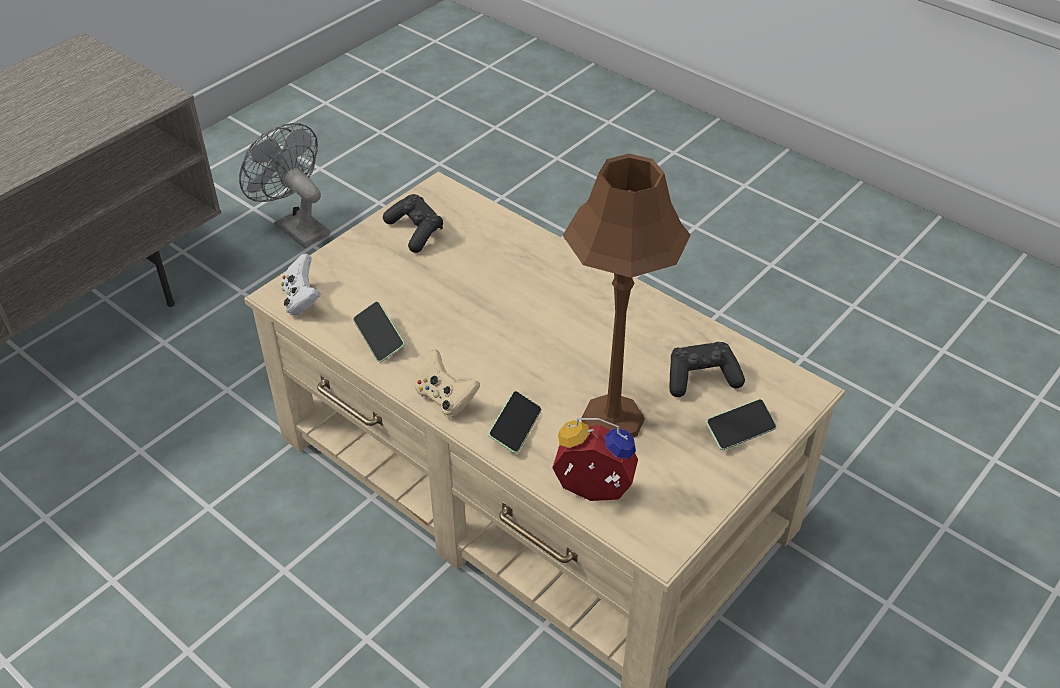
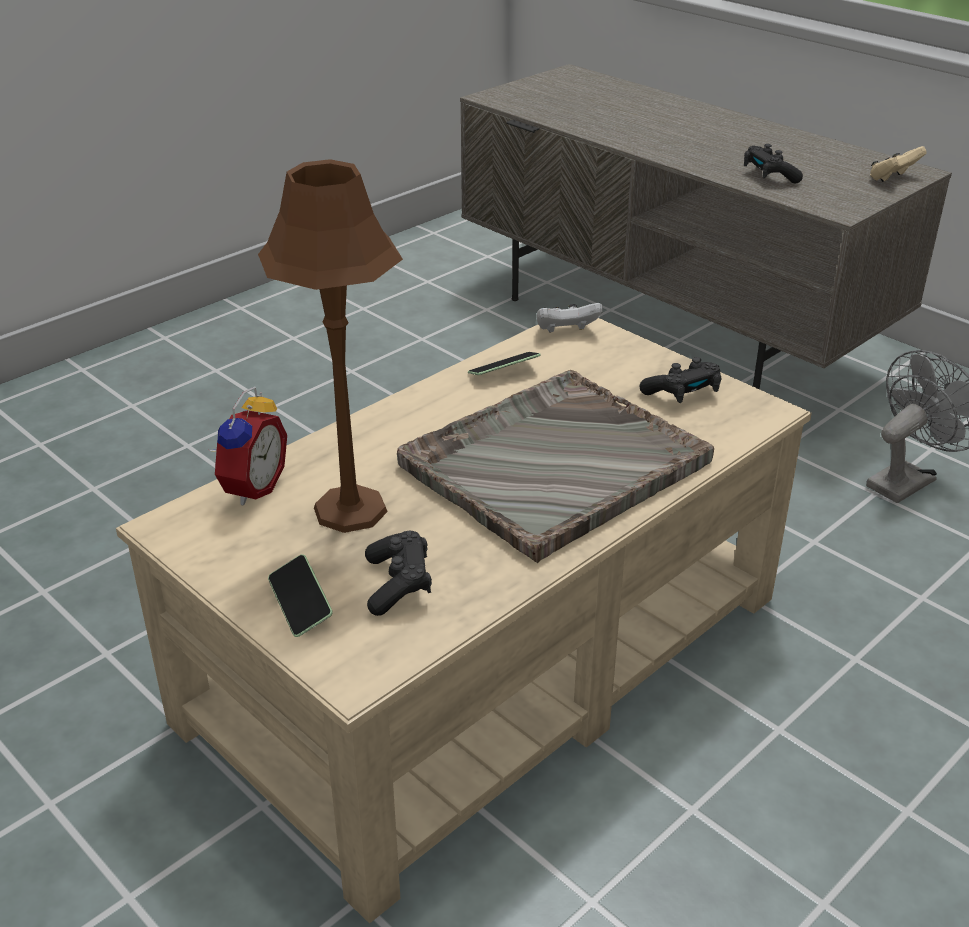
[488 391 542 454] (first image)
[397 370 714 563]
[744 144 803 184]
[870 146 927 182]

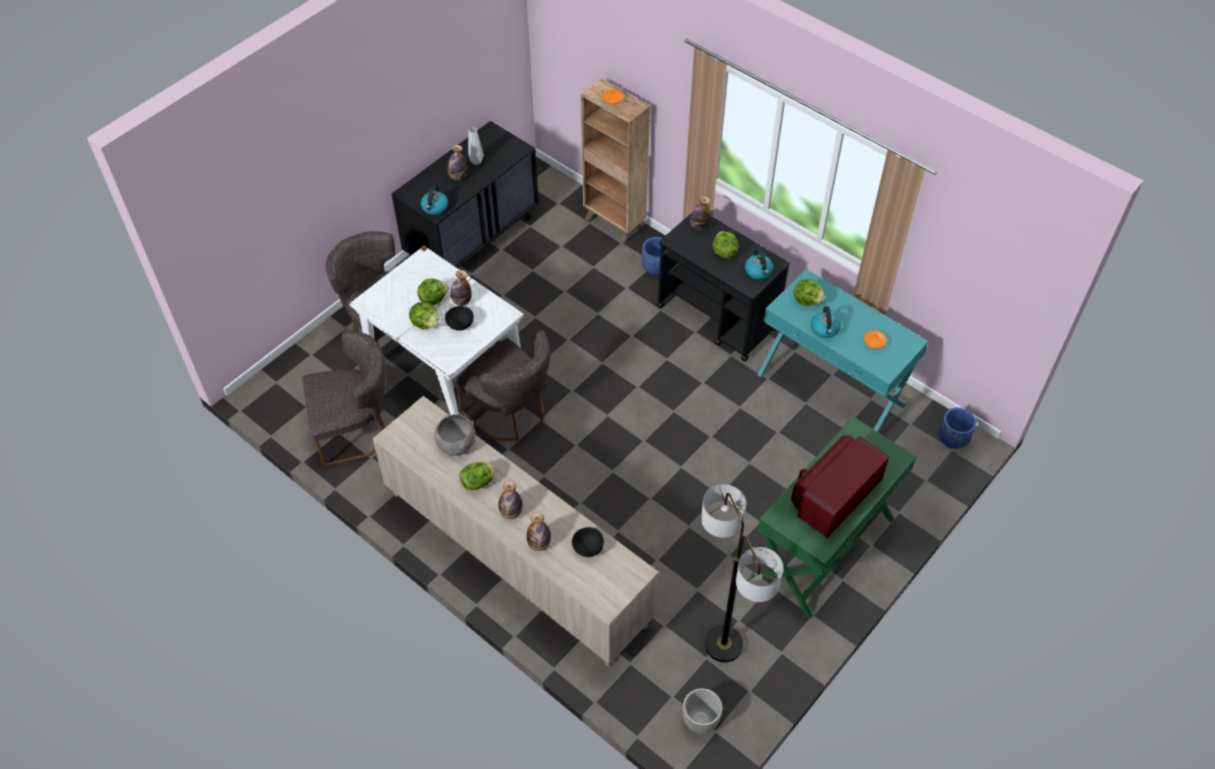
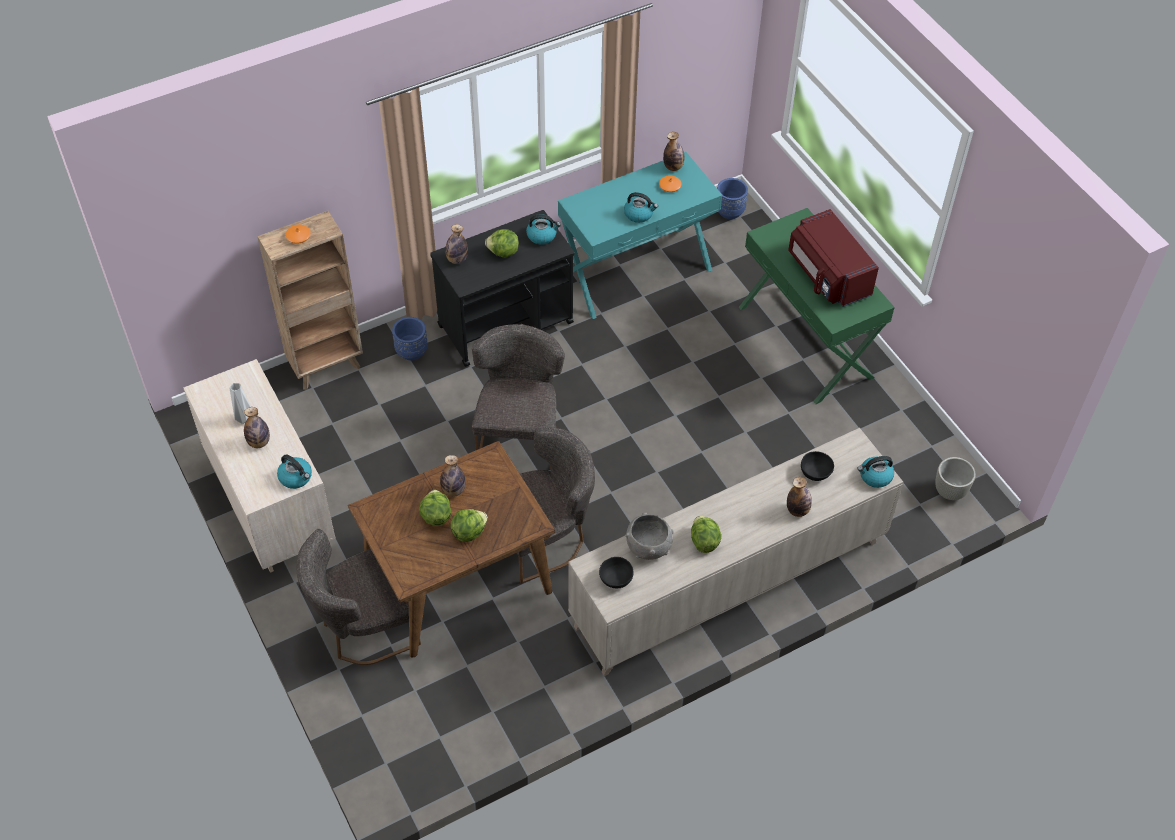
[701 484 784 662] (first image)
[793 279 825 306] (first image)
[857 456 894 488]
[472 324 565 470]
[599 557 634 588]
[663 132 684 171]
[348 441 555 658]
[184 359 335 573]

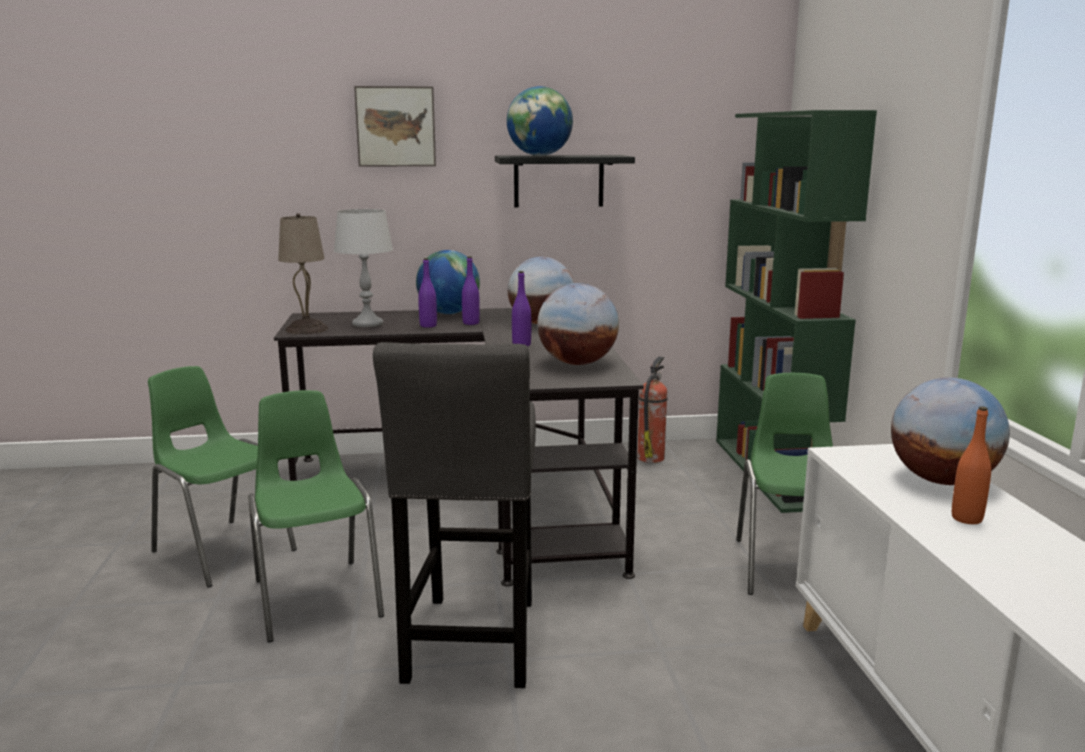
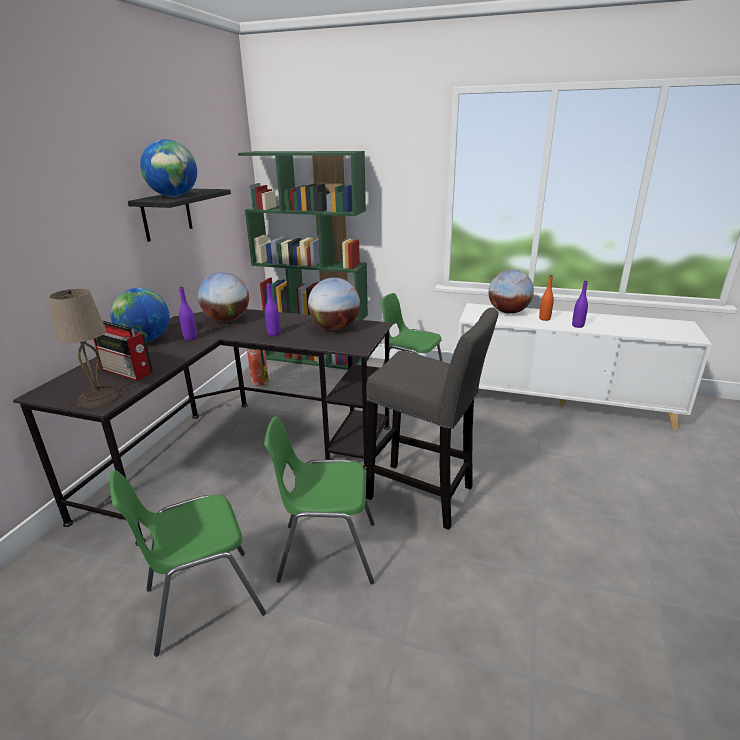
[354 86 436 167] (first image)
[572 281 588 328]
[94 321 153 381]

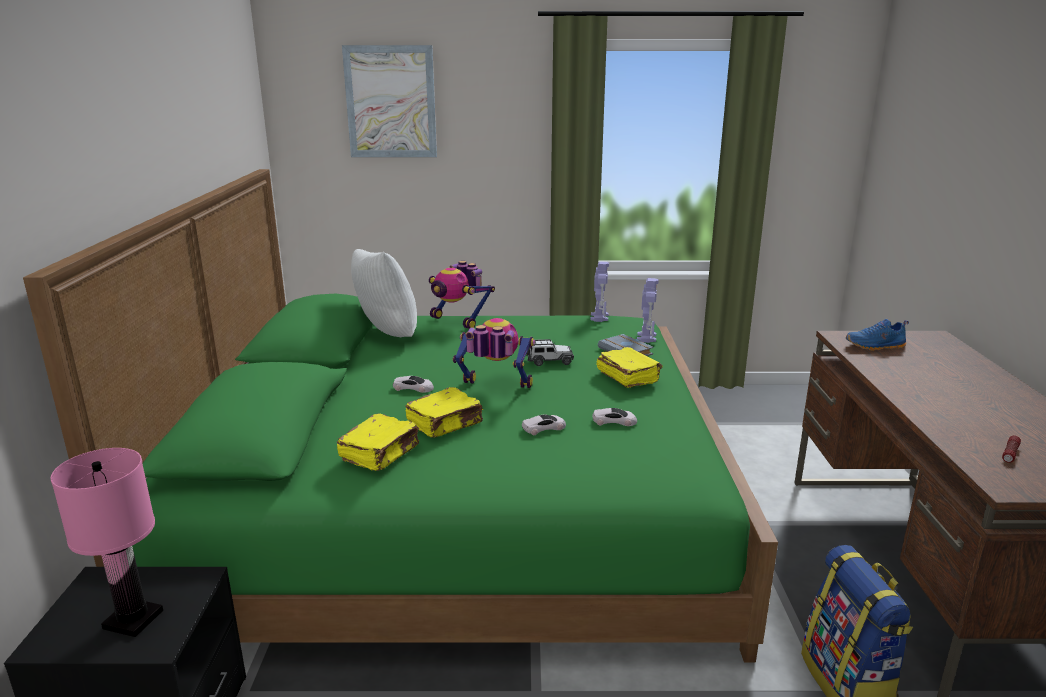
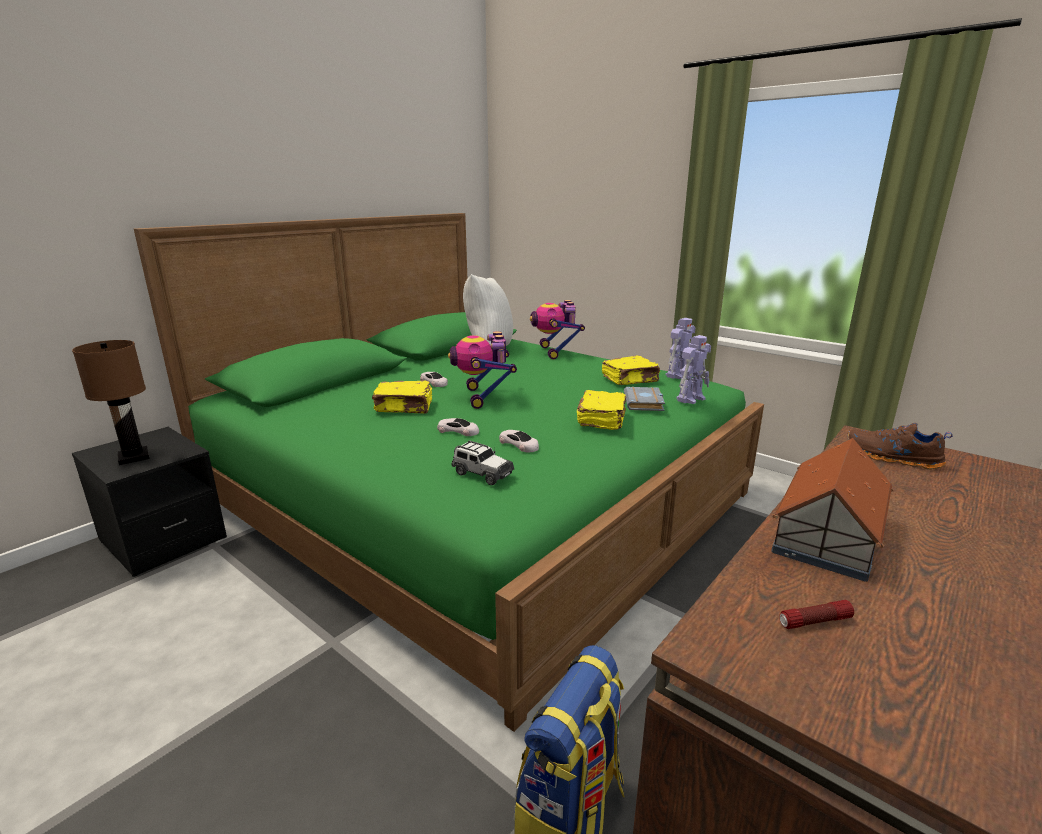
[342 45 437 157] (first image)
[771 438 894 582]
[602 355 660 385]
[451 440 514 485]
[72 340 150 465]
[847 423 953 470]
[448 331 517 409]

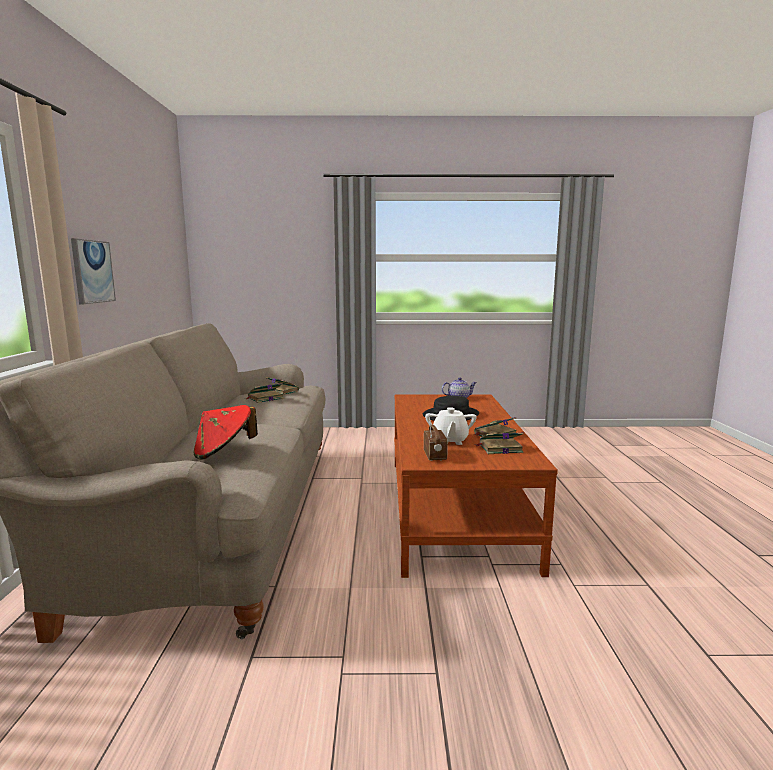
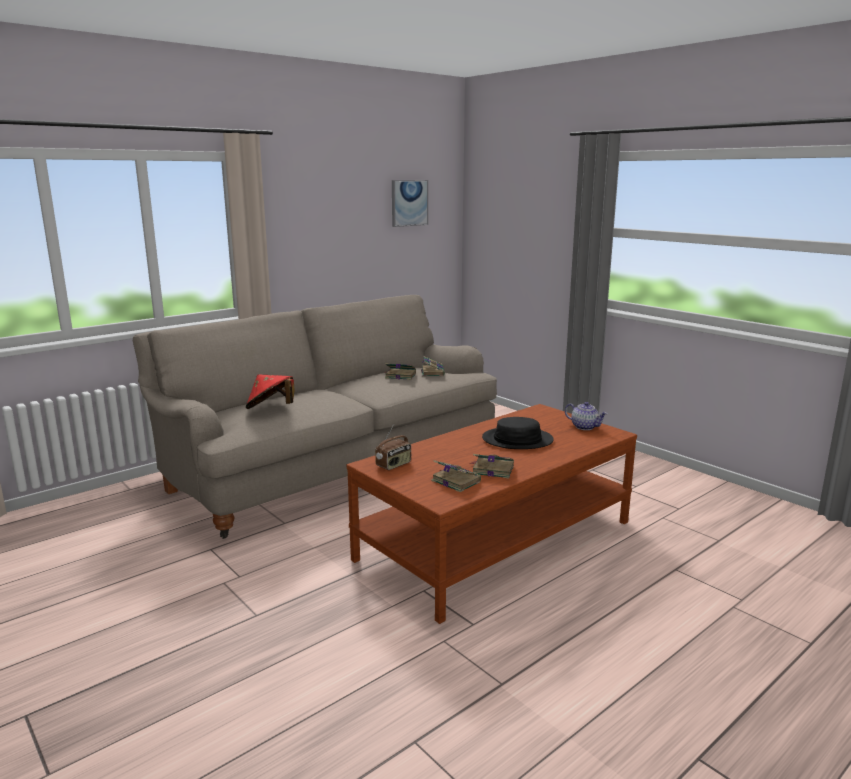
[425 407 477 445] (first image)
[392 180 428 227]

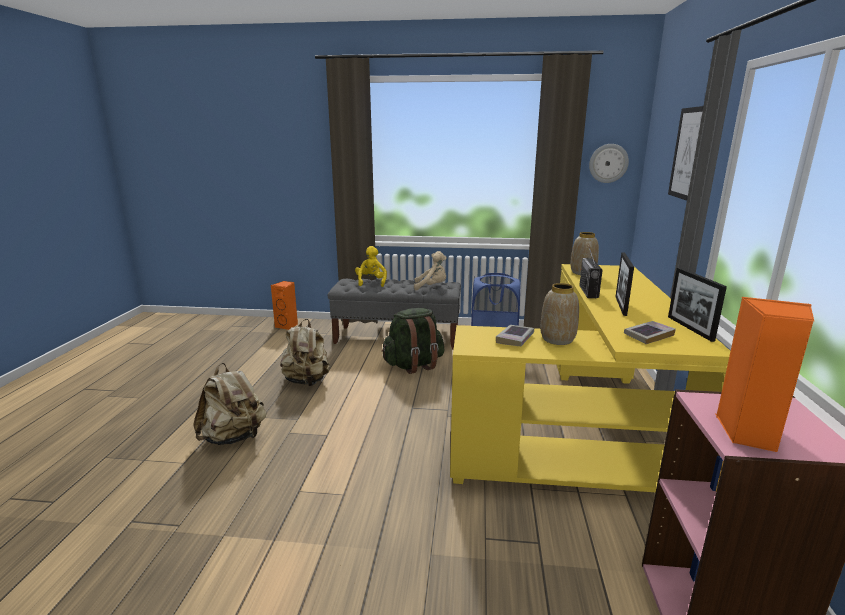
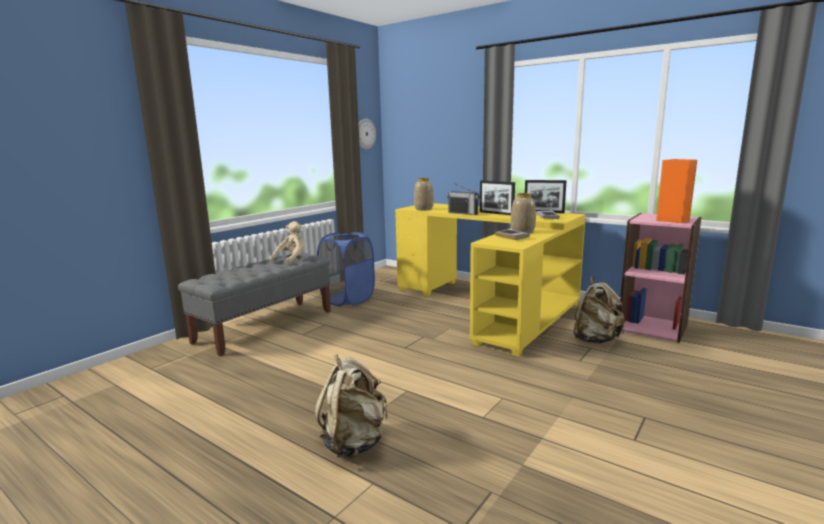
[271 281 298 330] (first image)
[355 246 387 287] (first image)
[382 308 445 374] (first image)
[668 106 703 201] (first image)
[574 276 625 344]

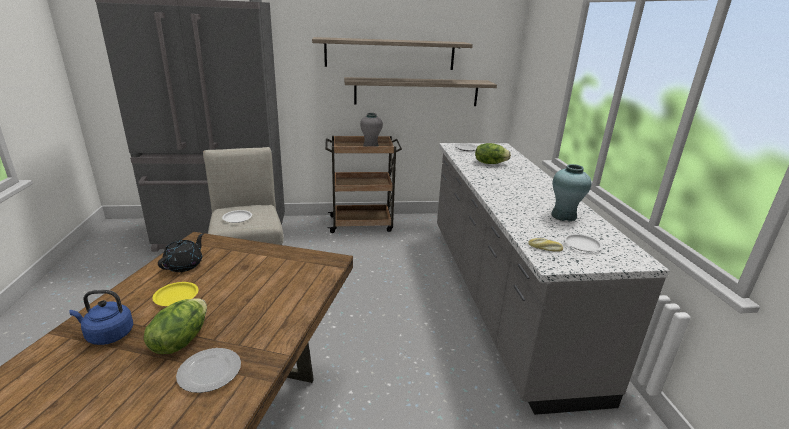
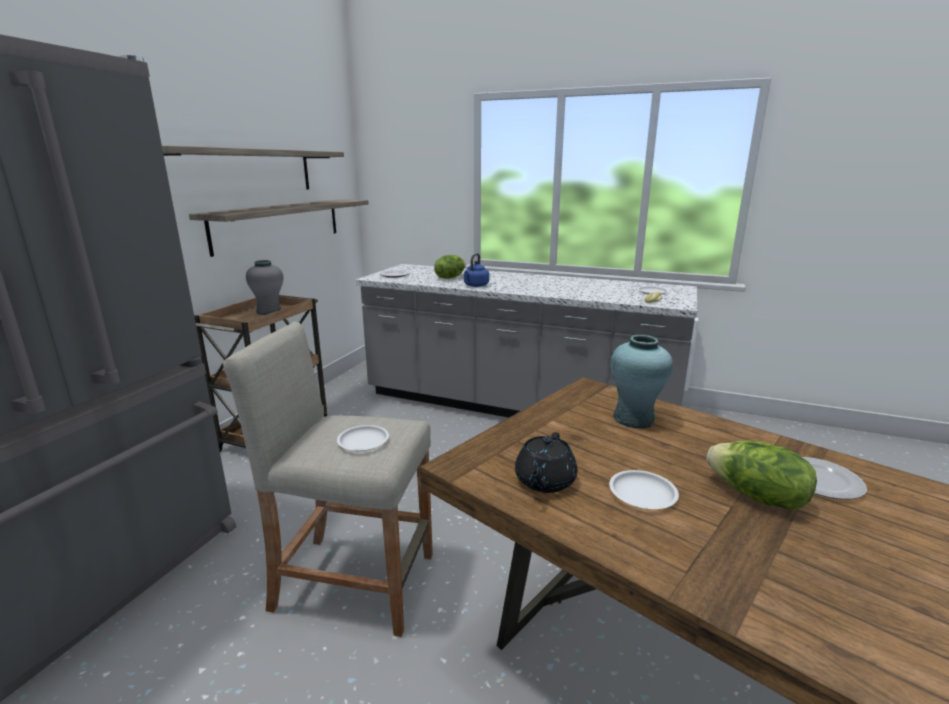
[464 253 489 287]
[610 335 673 428]
[609 470 679 509]
[515 432 577 493]

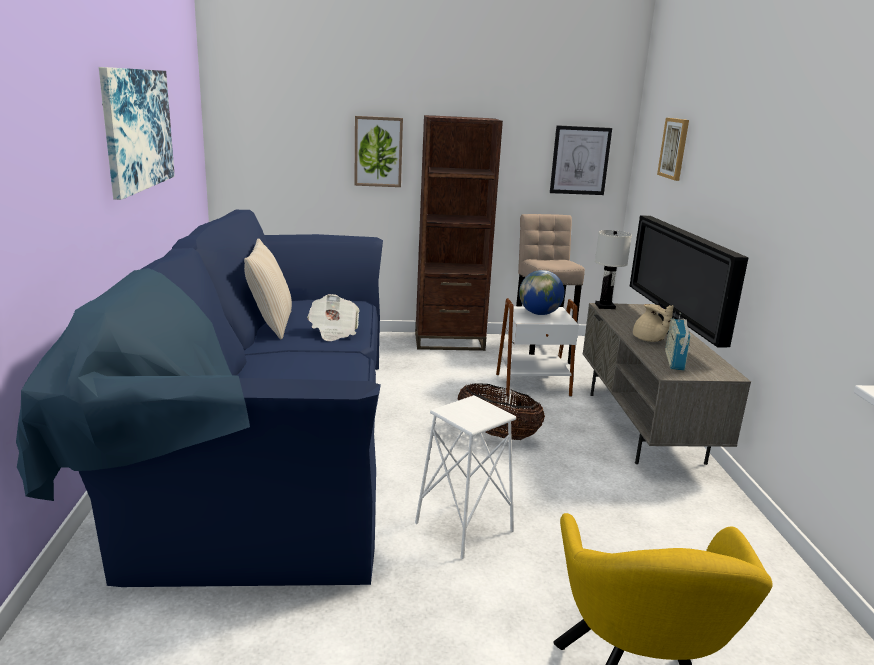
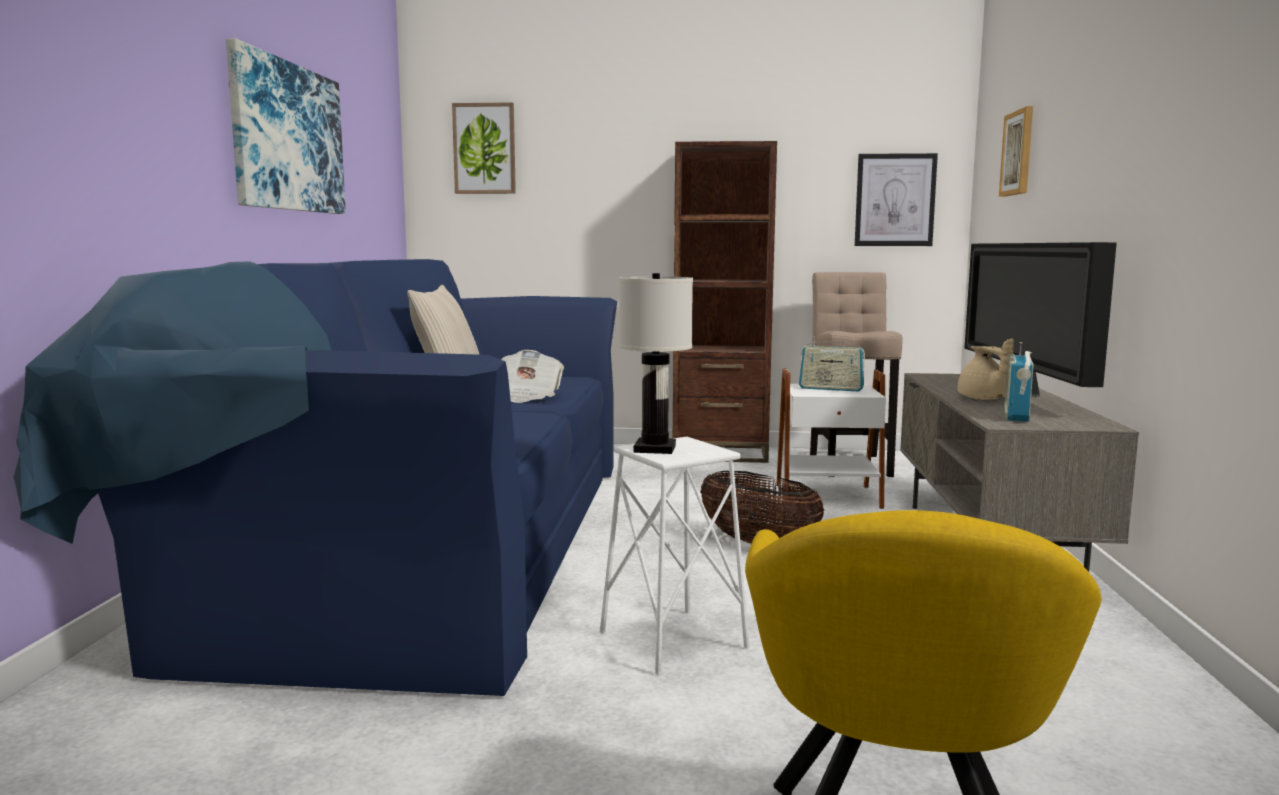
[452 102 516 194]
[619 273 693 454]
[799 336 865 391]

